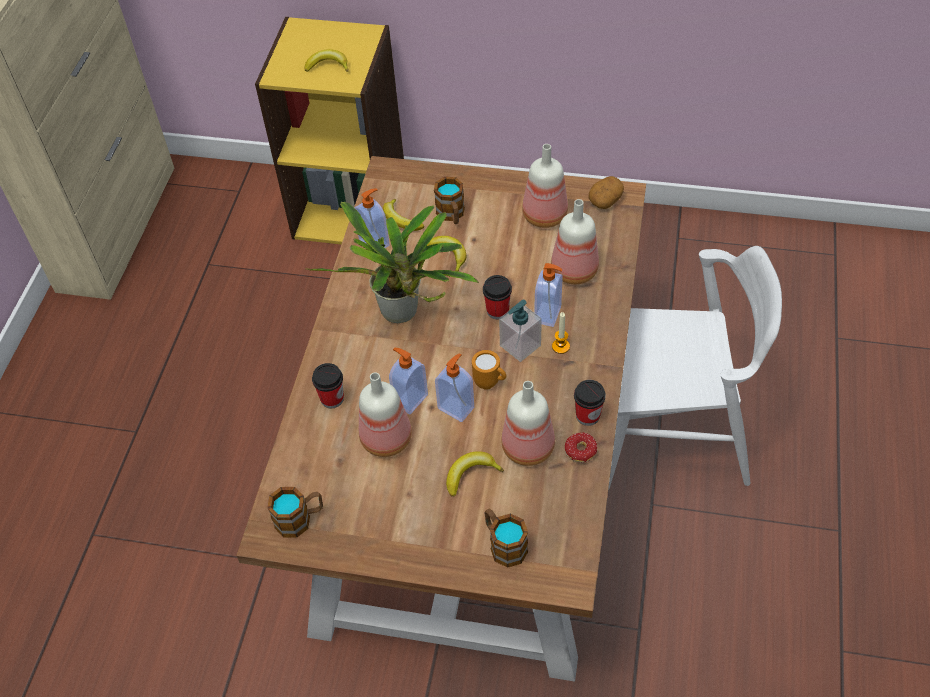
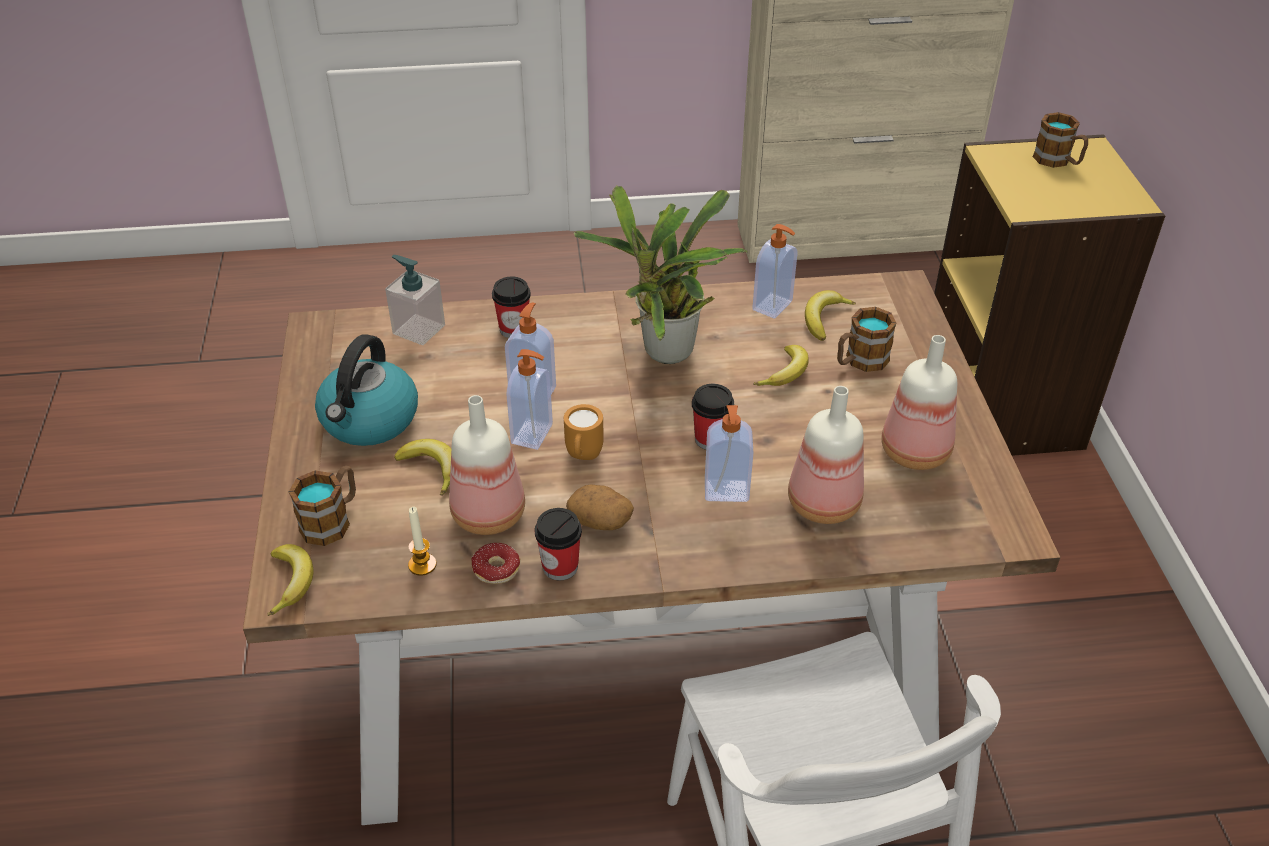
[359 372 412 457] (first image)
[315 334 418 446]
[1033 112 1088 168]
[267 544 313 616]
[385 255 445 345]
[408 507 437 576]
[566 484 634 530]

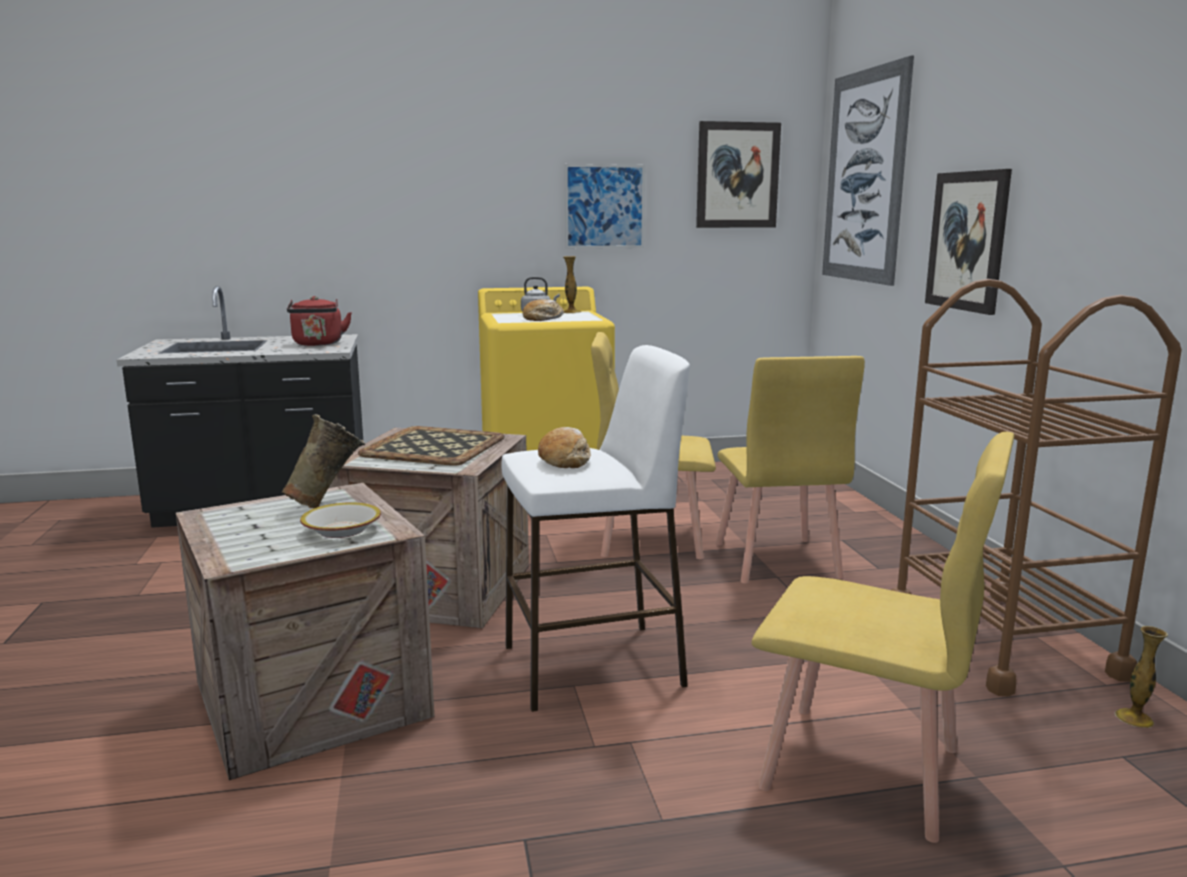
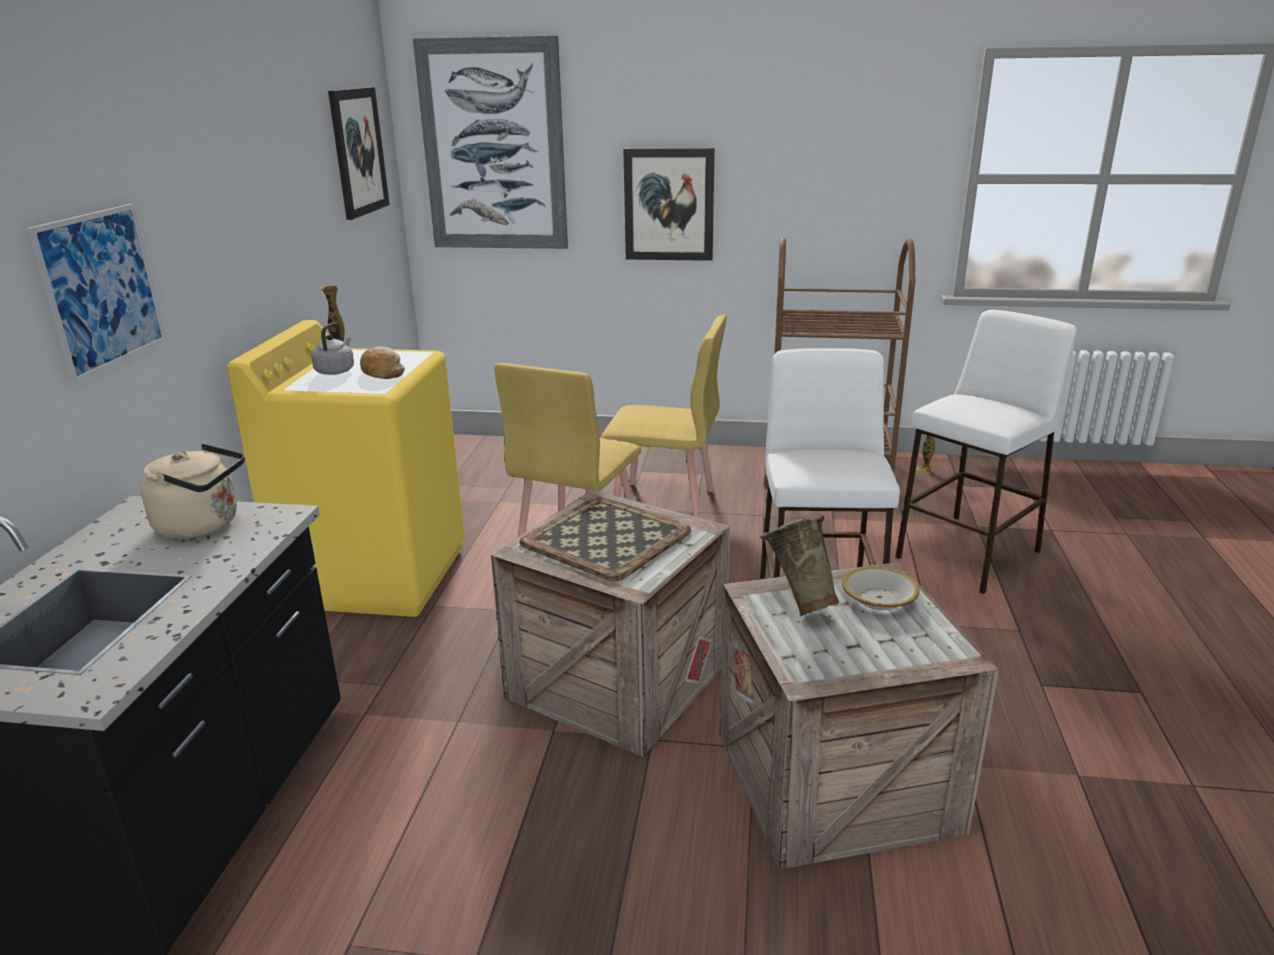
[538 427 591 468] (first image)
[27 204 167 384]
[895 310 1077 594]
[140 444 245 539]

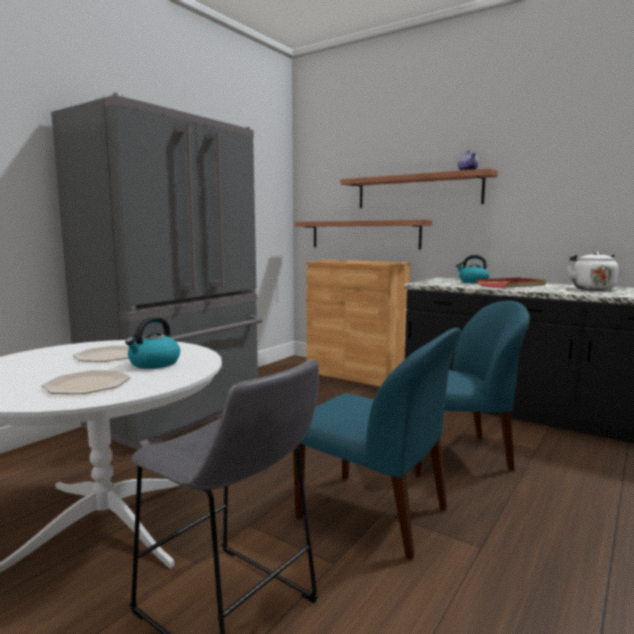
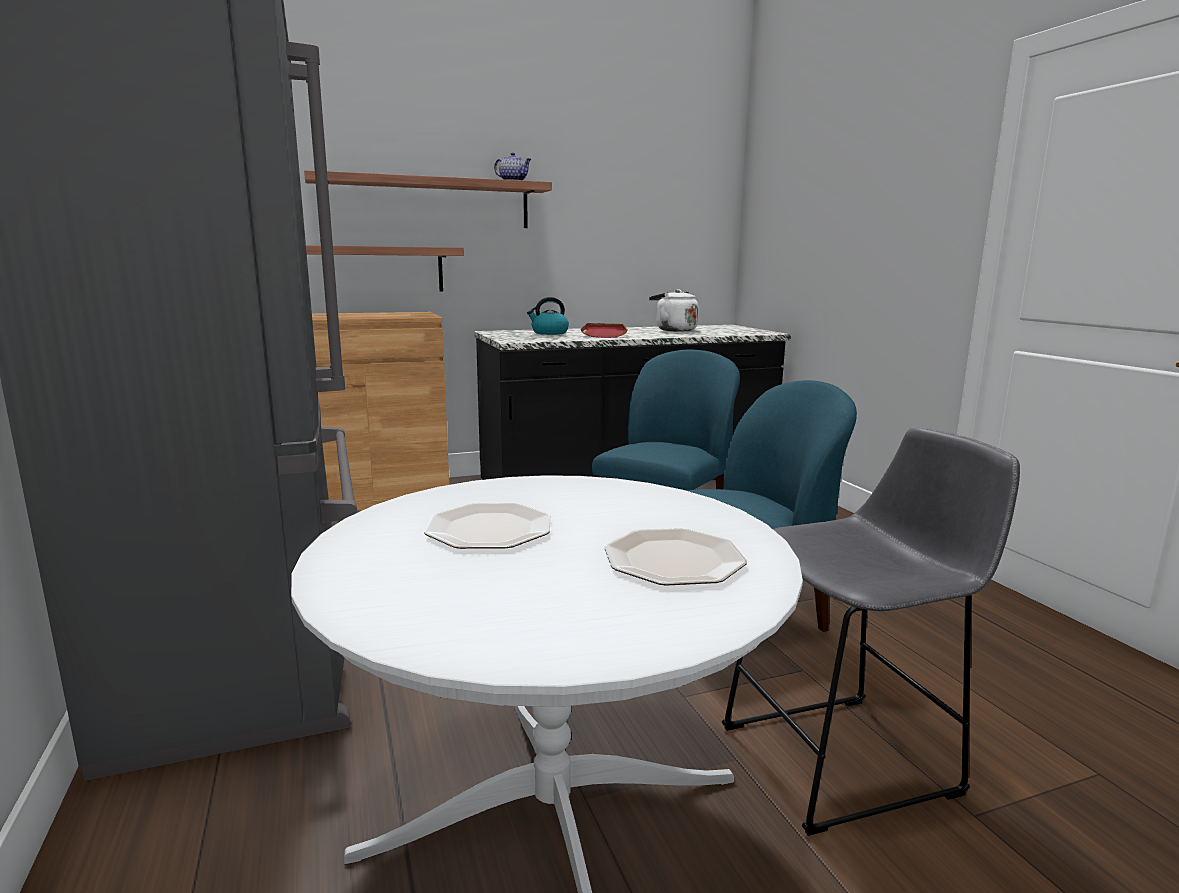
[125 317 180 369] (first image)

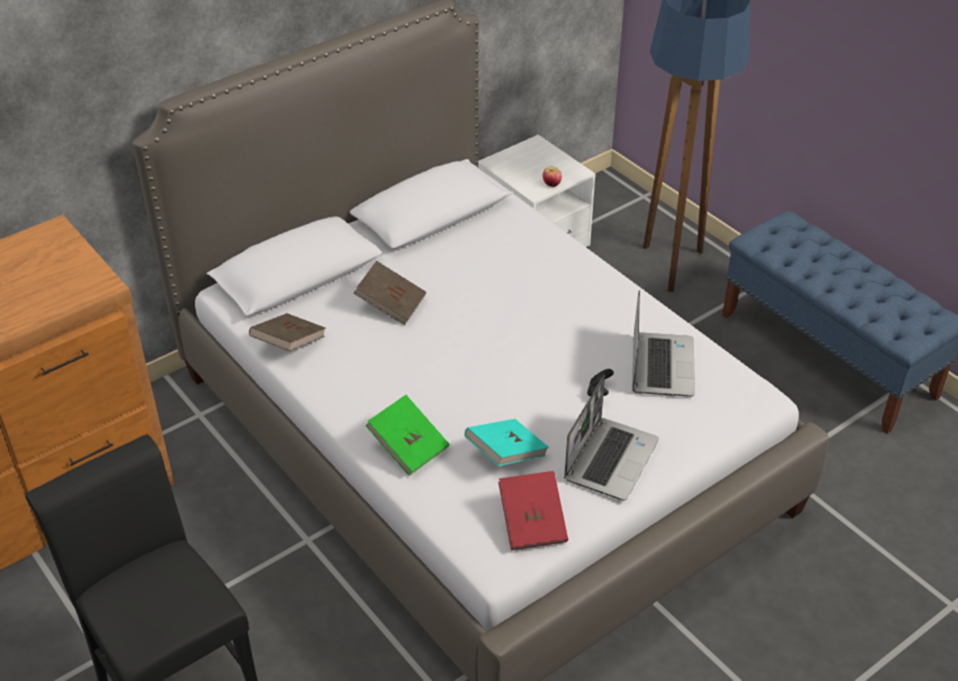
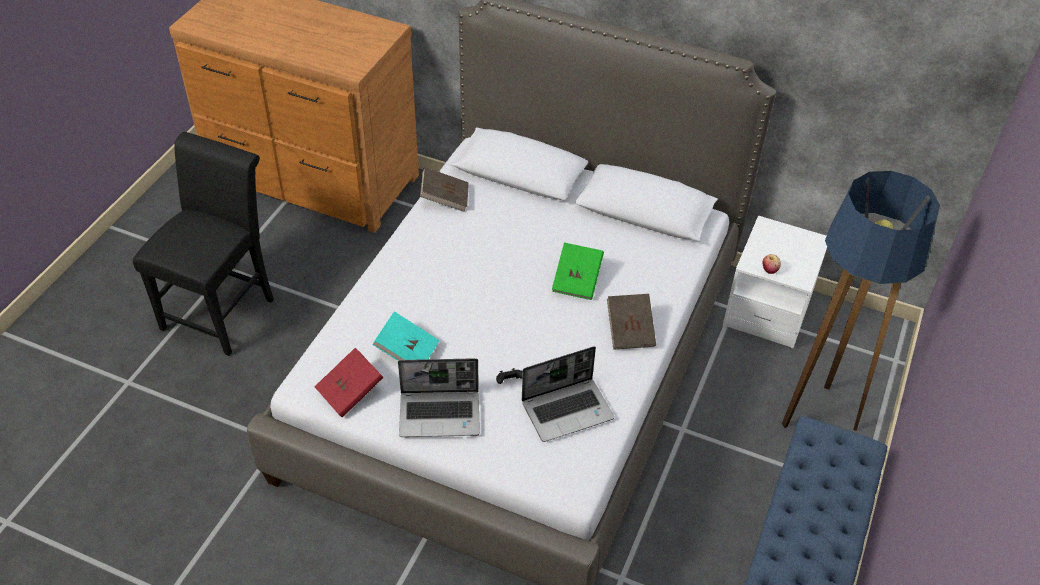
[607 294 656 350]
[552 242 604 300]

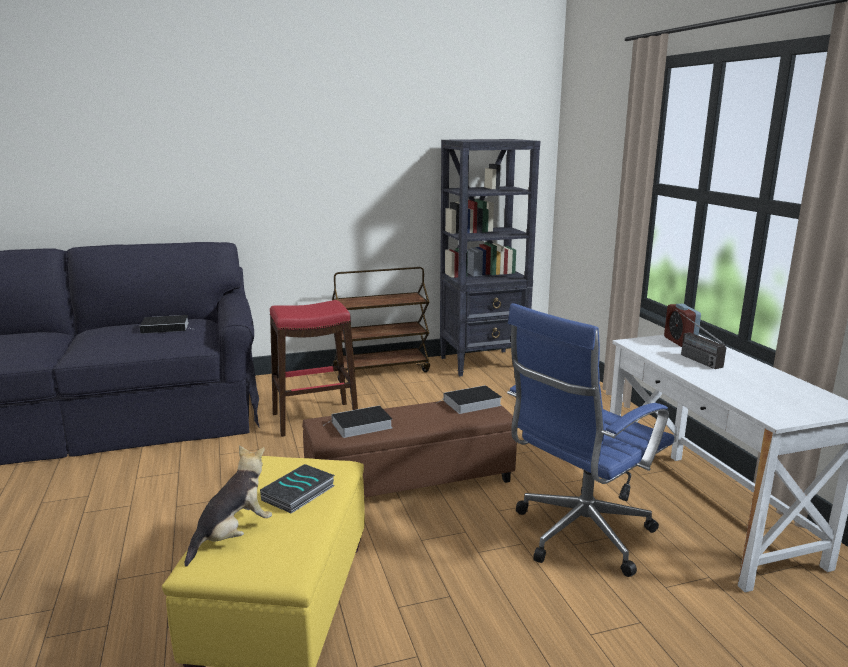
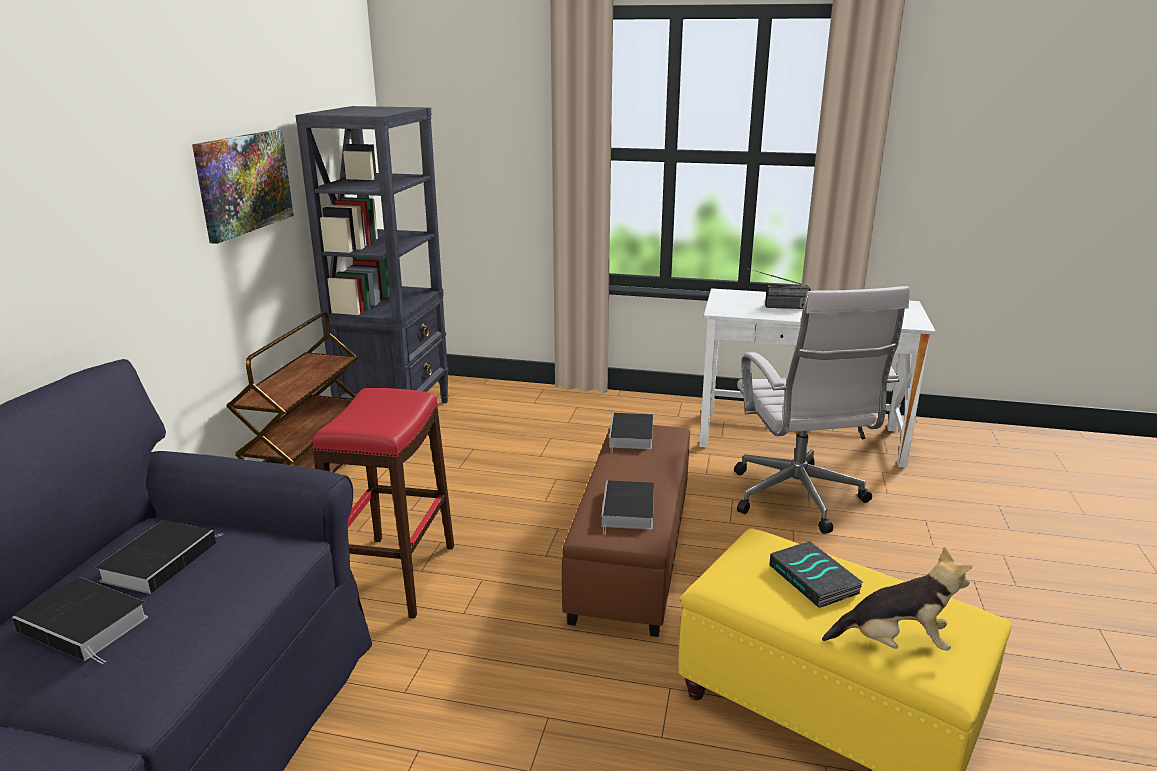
[664 304 701 347] (first image)
[12 578 148 664]
[192 130 294 244]
[734 286 910 534]
[822 547 972 651]

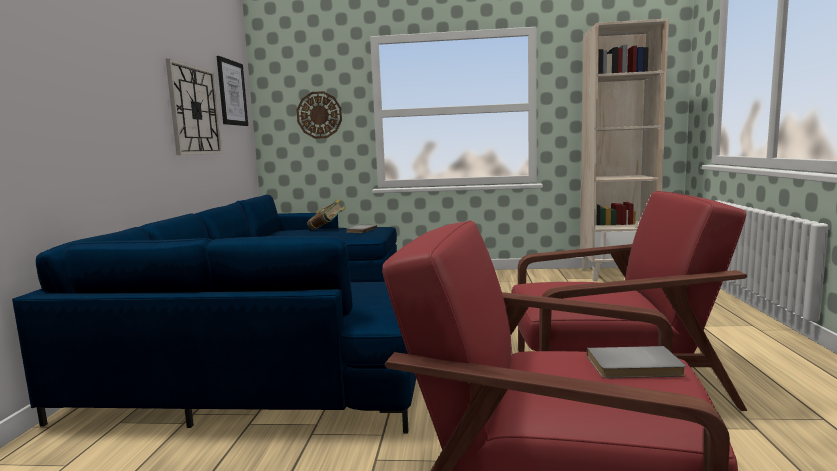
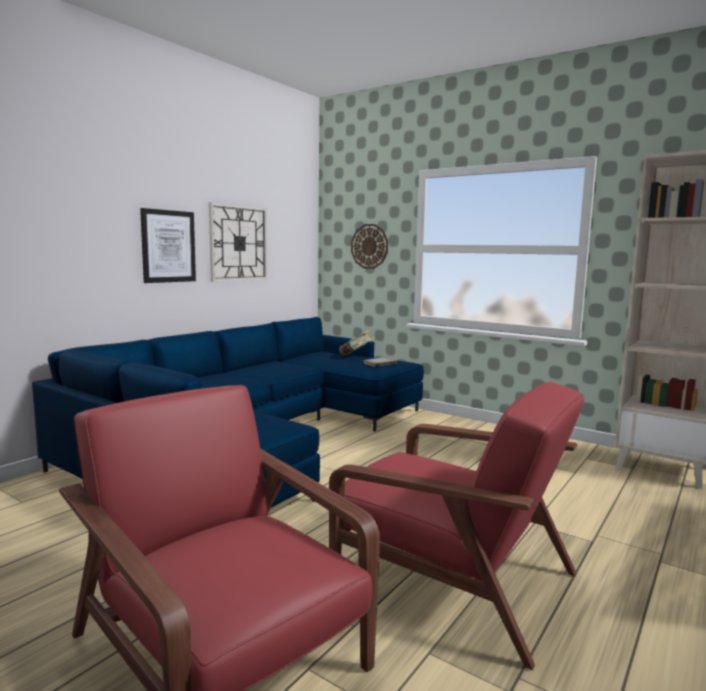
[587 346 686 378] (first image)
[140 208 196 283]

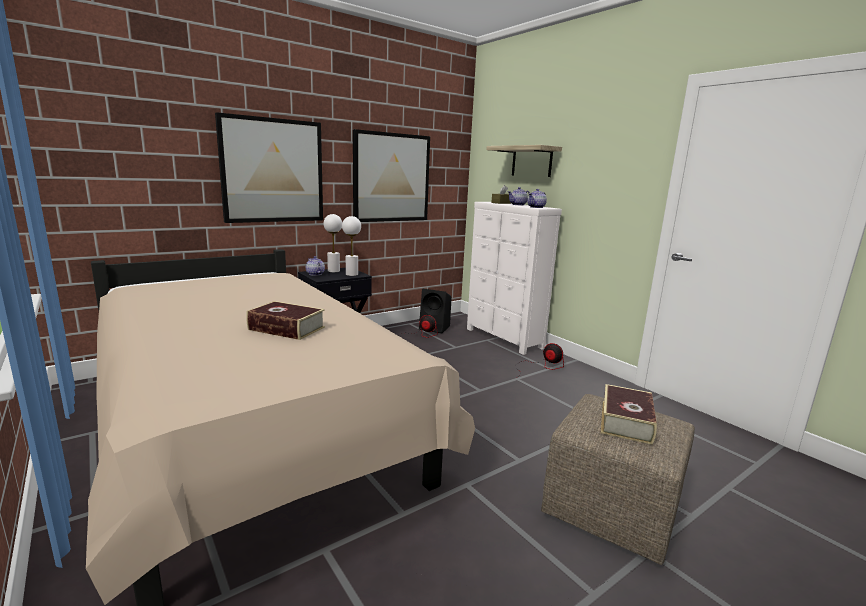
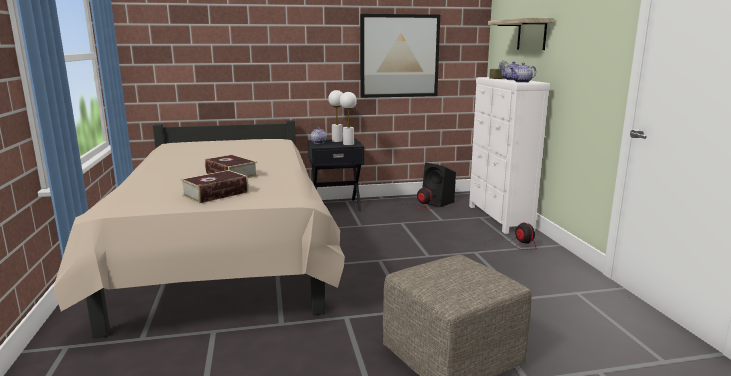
[215 112 323 223] (first image)
[181 170 249 203]

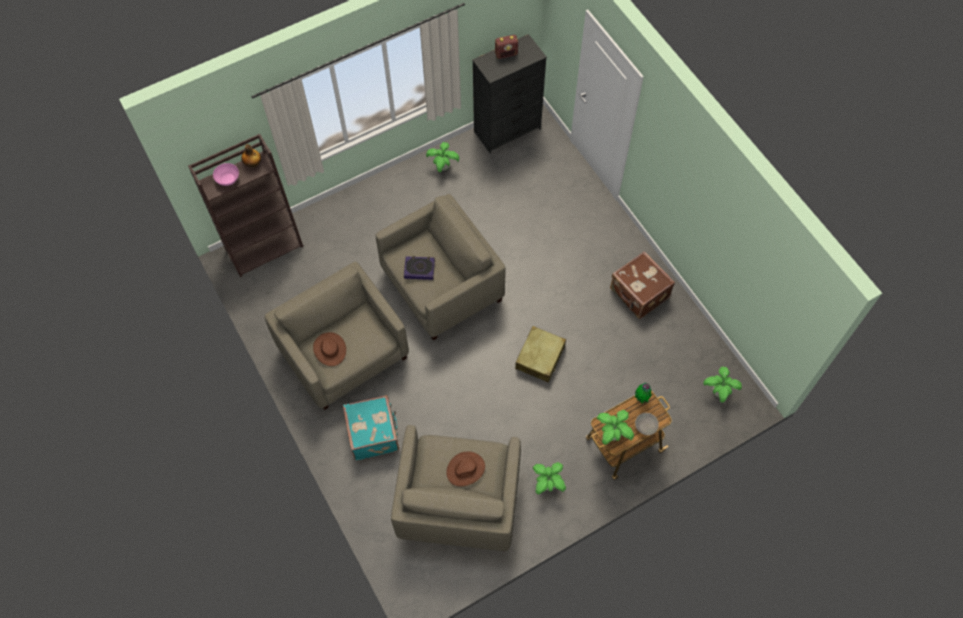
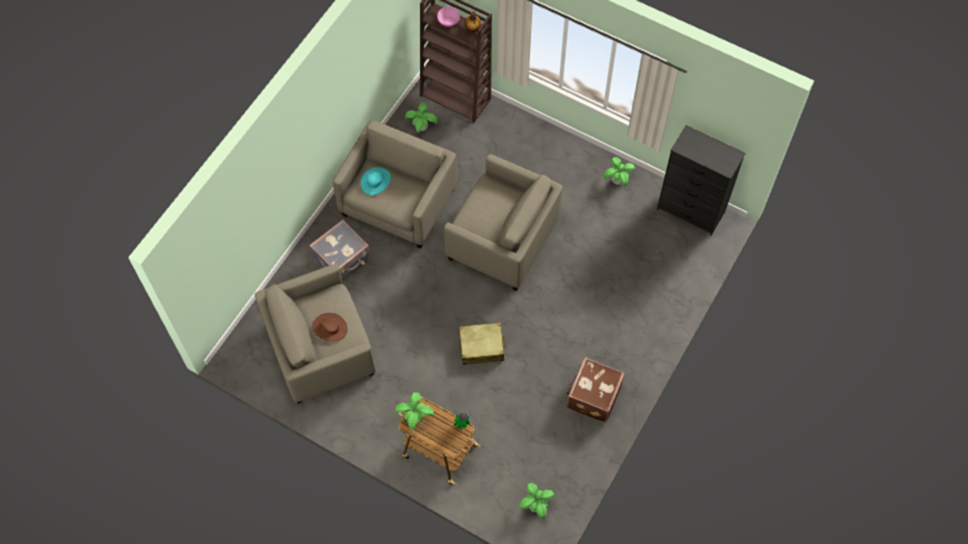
[404 256 435 280] (first image)
[495 35 518 59] (first image)
[635 413 659 435] (first image)
[405 103 437 133]
[360 167 391 195]
[309 220 371 281]

